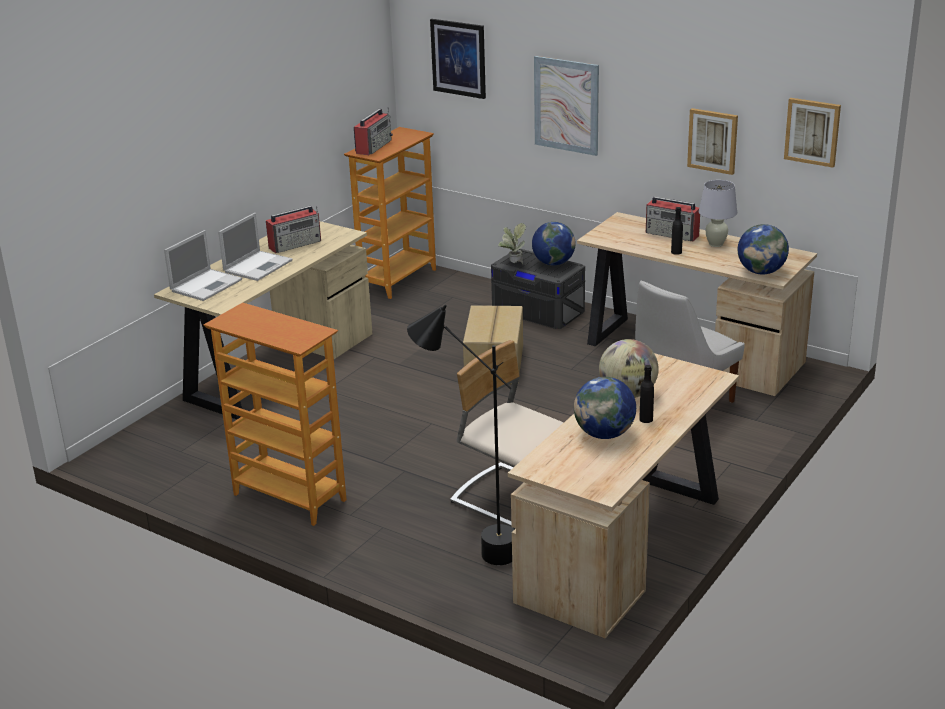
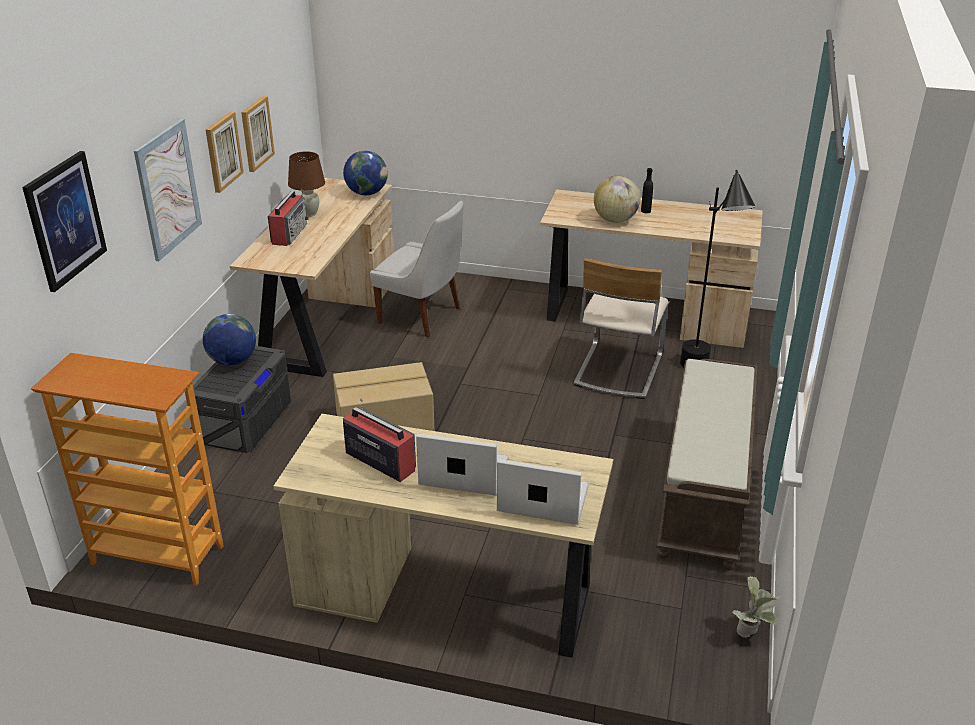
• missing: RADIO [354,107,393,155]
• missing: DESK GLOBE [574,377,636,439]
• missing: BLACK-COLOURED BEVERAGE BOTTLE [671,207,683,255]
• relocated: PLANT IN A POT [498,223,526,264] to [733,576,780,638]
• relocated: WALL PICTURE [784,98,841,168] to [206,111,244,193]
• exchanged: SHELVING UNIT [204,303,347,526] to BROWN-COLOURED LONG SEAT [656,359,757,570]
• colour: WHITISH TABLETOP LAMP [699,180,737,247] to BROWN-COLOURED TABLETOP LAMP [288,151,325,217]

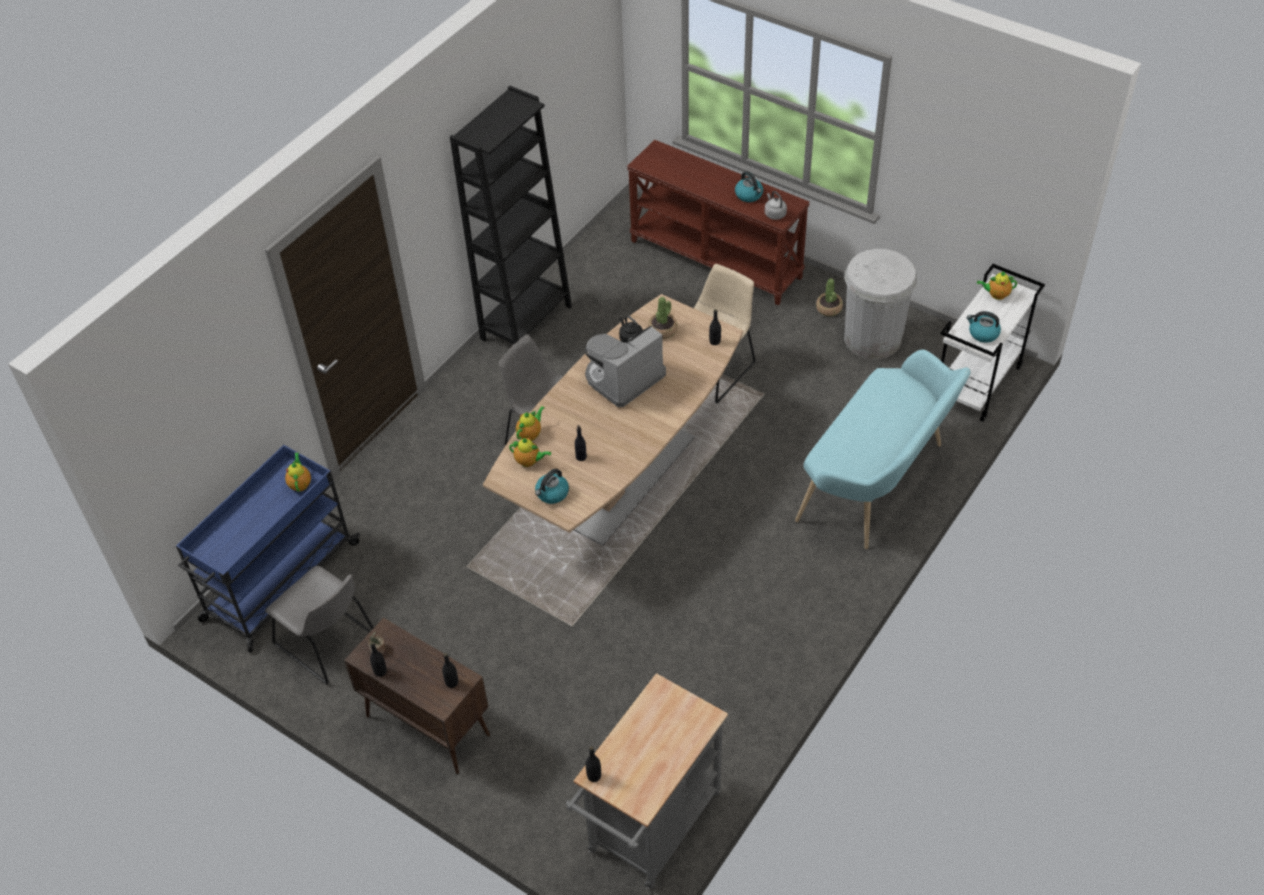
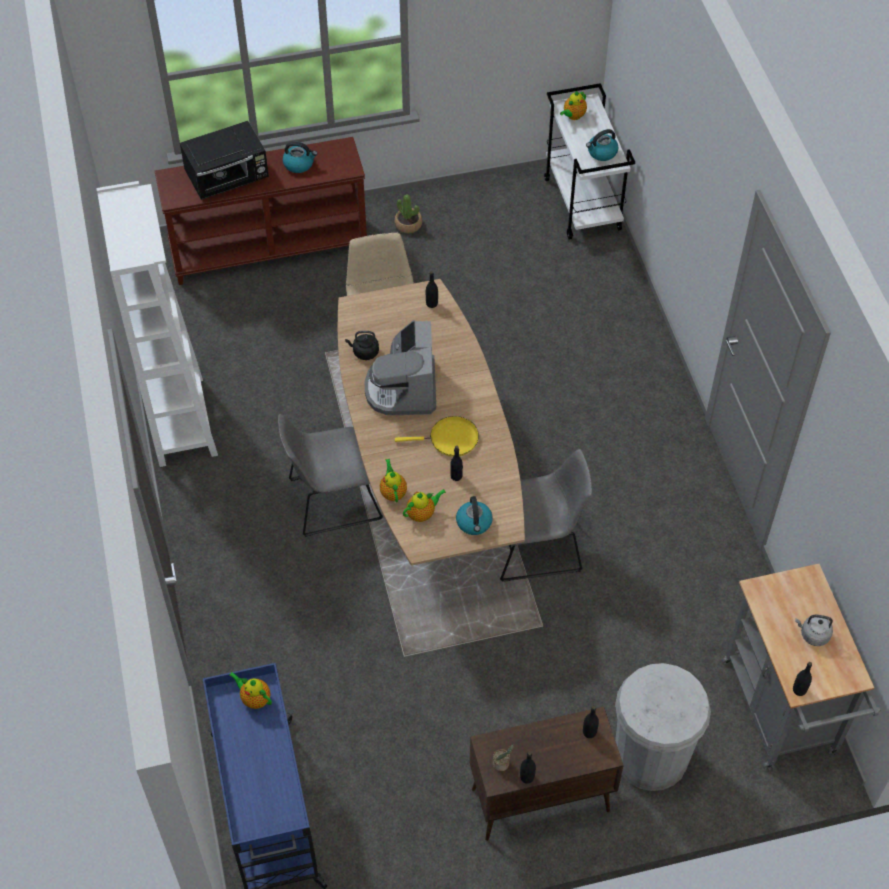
• missing: PLANT IN A POT [648,297,678,339]
• missing: TURQUOISE LONG SEAT [795,350,971,549]
• appeared: BLACK-COLOURED MICROWAVE OVEN [180,121,269,200]
• appeared: YELLOW-COLOURED SKILLET [395,416,479,457]
• relocated: GREY CHAIR [266,566,374,685] to [500,449,592,581]
• relocated: GREY KETTLE [765,191,787,220] to [795,615,833,646]
• relocated: WHITISH RUBBISH BIN [844,249,917,359] to [615,663,711,791]
• colour: BLACK-COLOURED SHELVING UNIT [450,86,572,344] to WHITISH SHELVING UNIT [96,181,218,467]

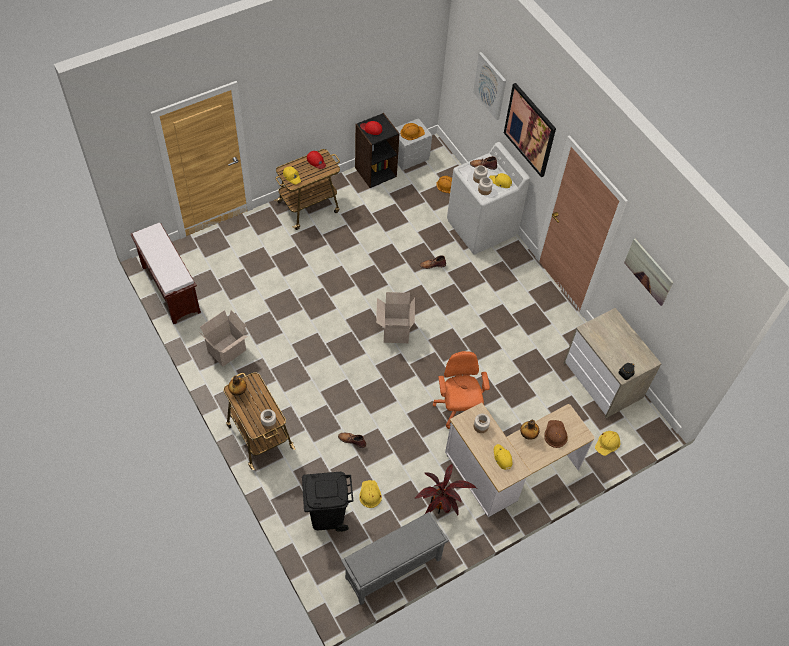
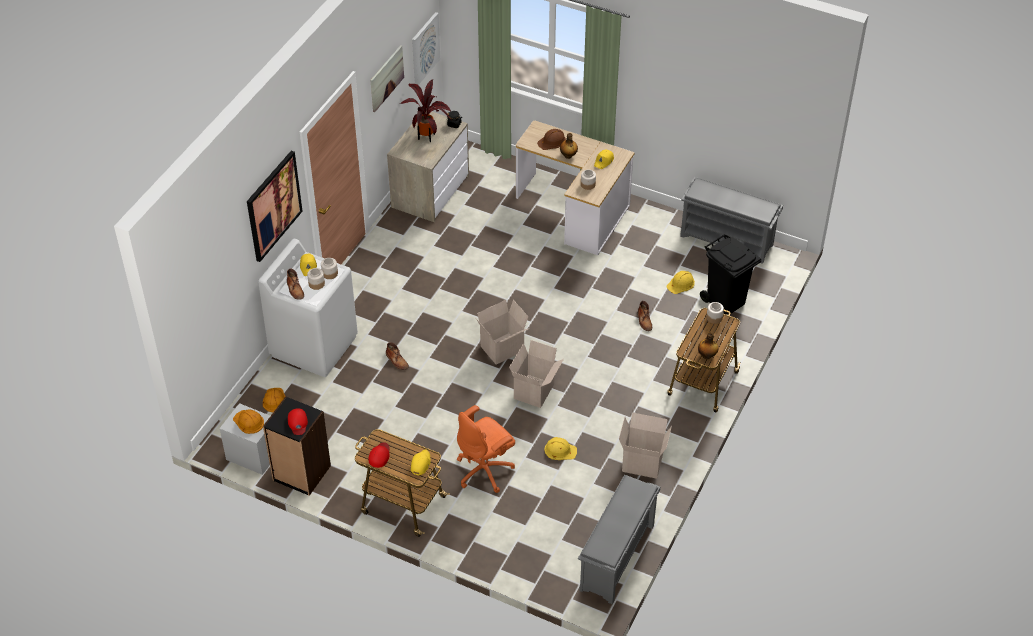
• appeared: CARDBOARD BOX [509,340,564,408]
• relocated: PLANT IN A POT [415,464,476,515] to [400,80,452,142]
• relocated: ORANGEY DESK CHAIR [433,351,490,429] to [457,405,515,493]
• relocated: WALL PICTURE [473,52,506,120] to [412,12,440,85]
• relocated: YELLOW-COLOURED HARD HAT [595,431,620,456] to [544,437,577,460]
• exchanged: BROWN-COLOURED LONG SEAT [131,223,201,324] to GREY SHOE STAND [578,475,660,604]

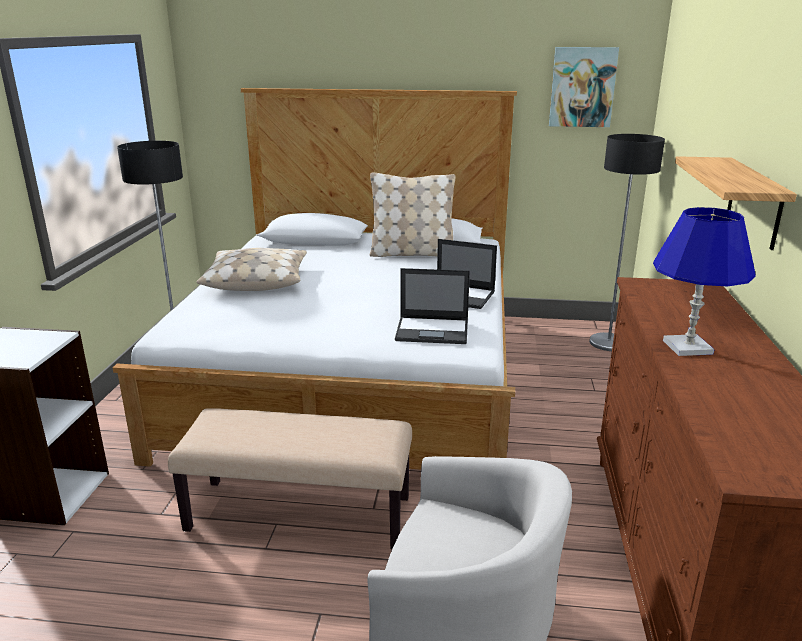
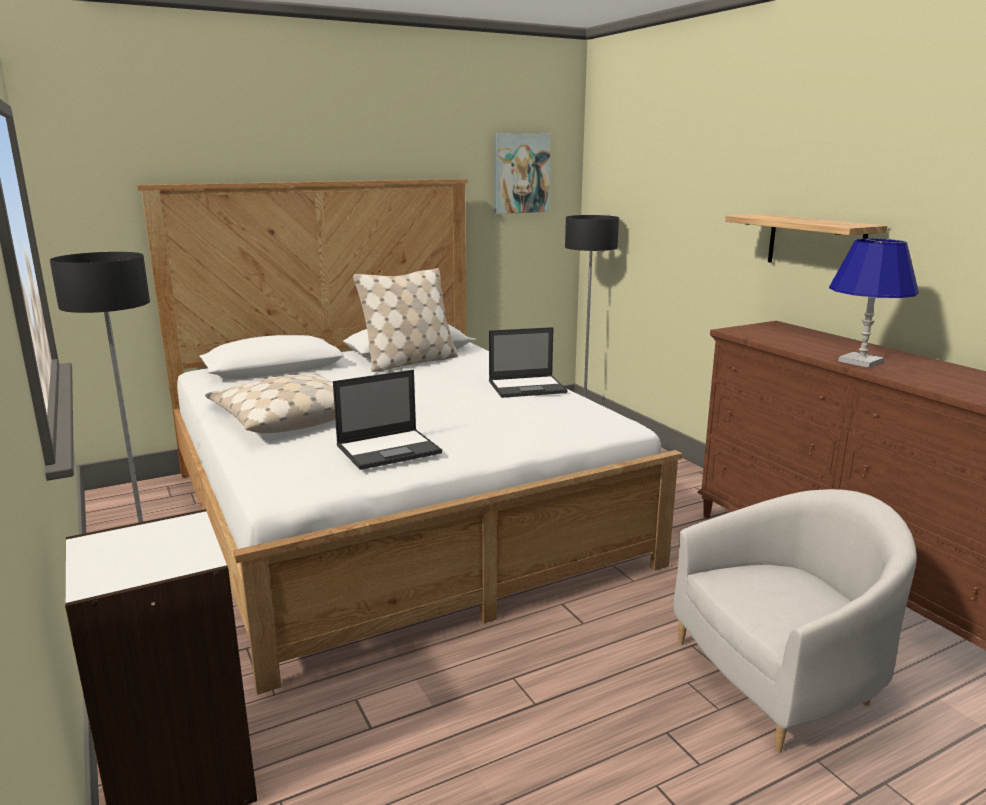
• missing: SAND-COLOURED LONG SEAT [168,408,412,549]
• relocated: PORTABLE COMPUTER [395,268,470,344] to [333,370,442,470]

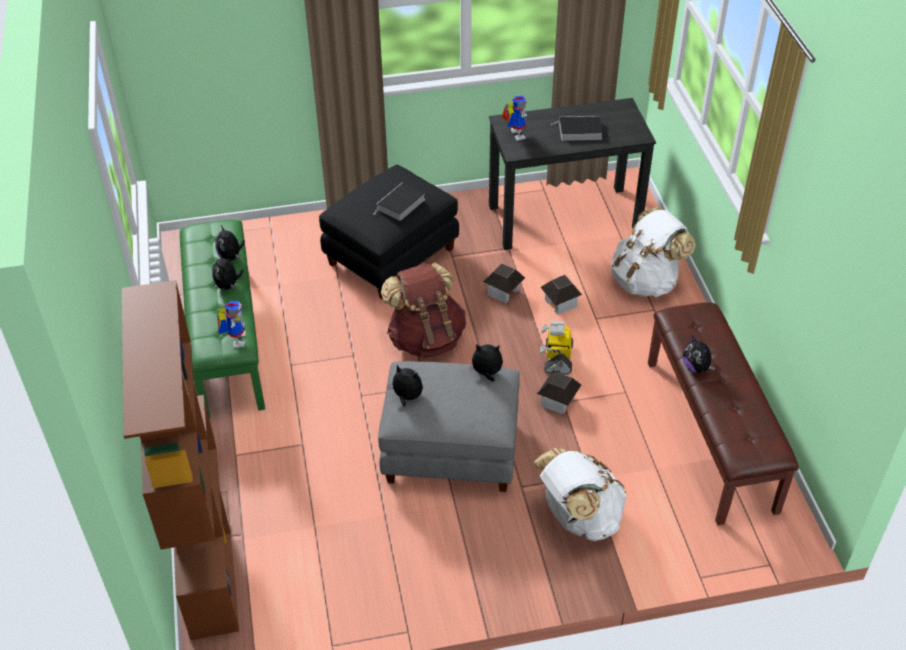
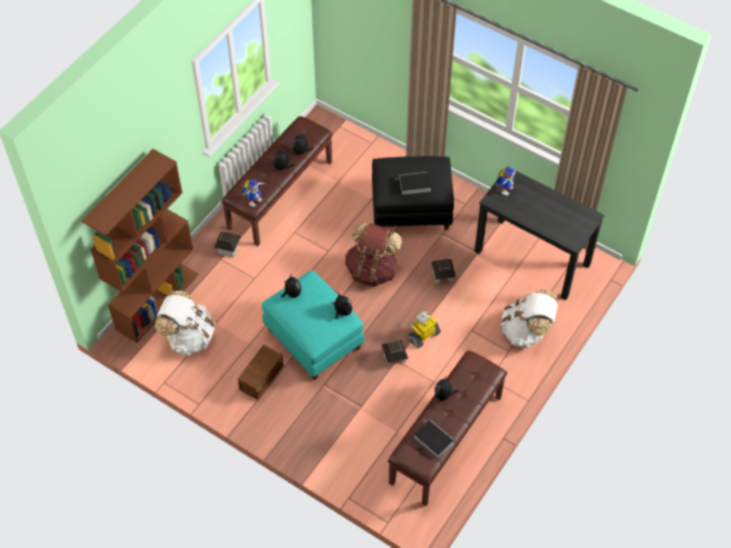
• appeared: BROWN-COLOURED STORAGE BIN [238,344,284,400]
• relocated: WHITISH BACKPACK [534,448,628,541] to [155,291,216,355]
• relocated: MODEL HOUSE [541,275,582,315] to [214,232,241,257]
• relocated: VOLUME [551,116,603,141] to [414,420,454,458]
• colour: GREENISH LONG SEAT [180,219,265,418] to BROWN-COLOURED LONG SEAT [222,116,333,246]
• colour: GREY POUFFE [378,361,520,492] to TURQUOISE POUFFE [262,270,364,380]

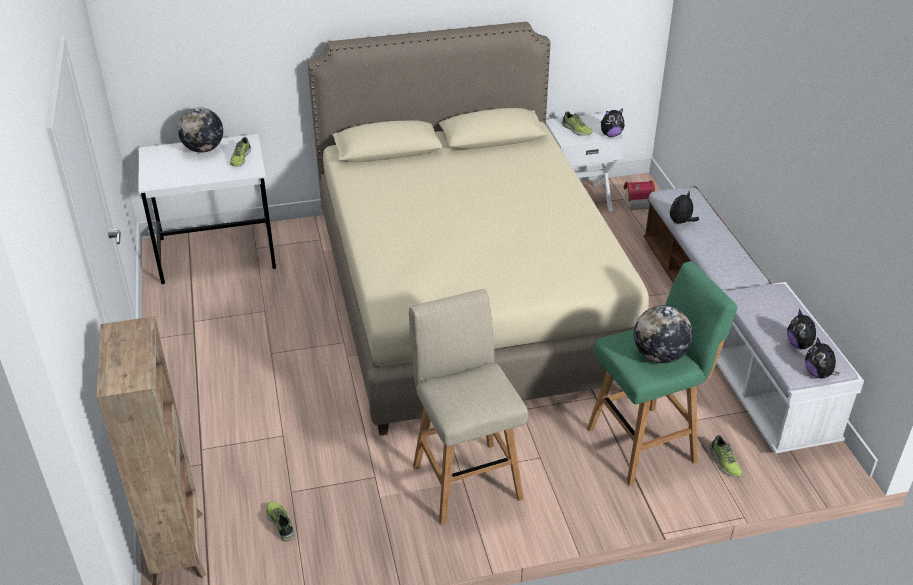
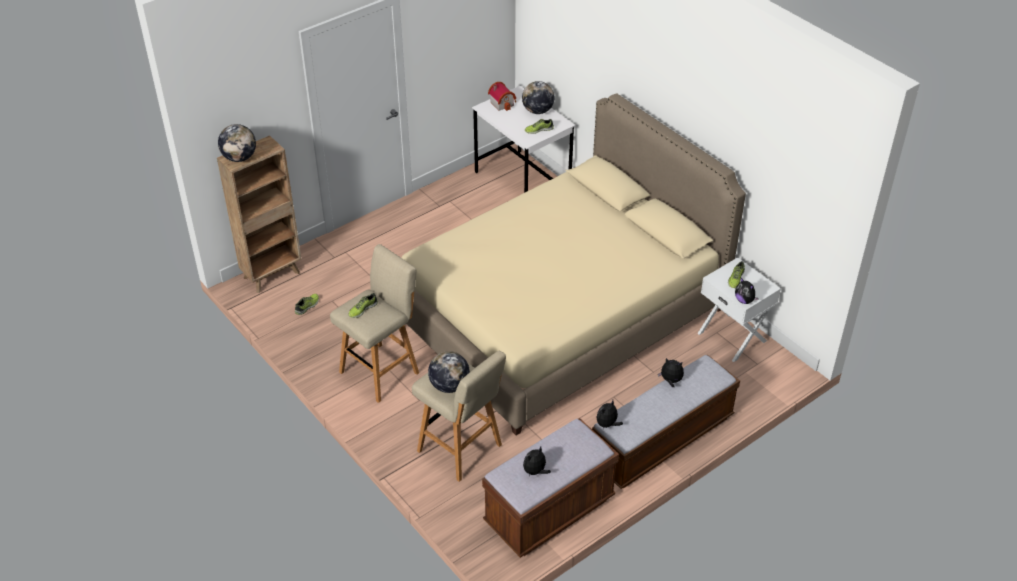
• appeared: DESK GLOBE [218,124,256,162]
• relocated: MODEL HOUSE [624,180,655,210] to [488,82,516,111]
• relocated: SHOE [710,435,742,477] to [349,293,378,318]
• relocated: SOFT TOY [805,337,839,379] to [596,400,623,428]
• colour: GREENISH STOOL SEAT [587,261,737,486] to SAND-COLOURED STOOL SEAT [412,351,506,482]
• colour: WHITISH LONG SEAT [716,282,864,454] to BROWN-COLOURED LONG SEAT [482,418,619,558]

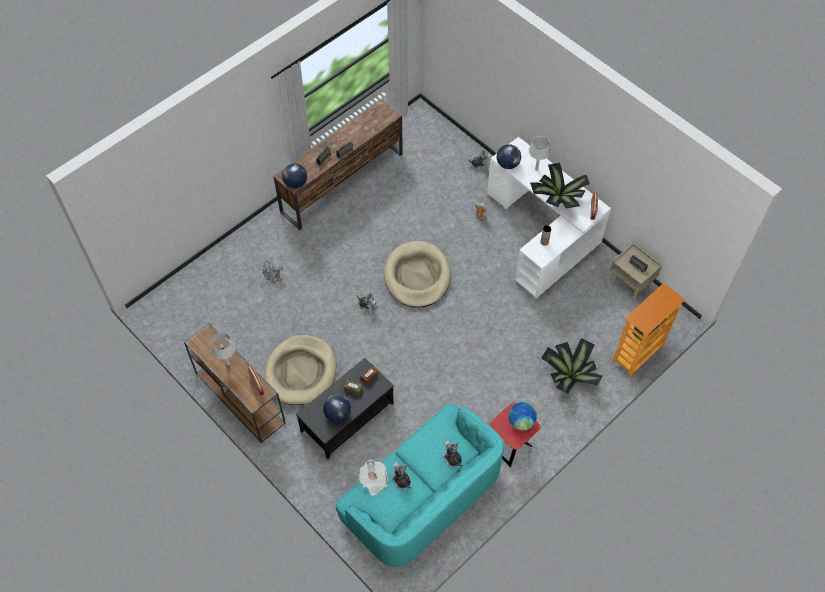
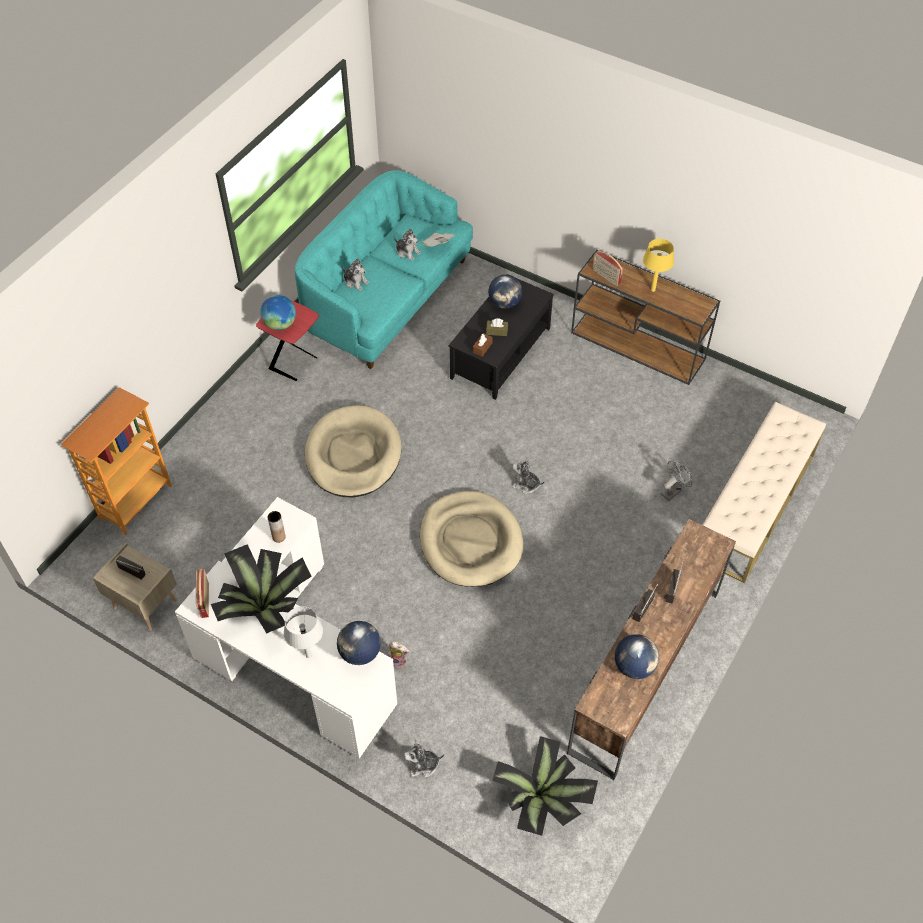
• appeared: SAND-COLOURED LONG SEAT [703,402,826,583]
• relocated: SAND-COLOURED PET BED [264,335,336,405] to [305,405,401,497]
• relocated: DESK GLOBE [282,163,307,189] to [615,634,659,679]
• relocated: PLANT IN A POT [541,338,603,394] to [492,736,598,836]
• colour: GREY TABLETOP LAMP [211,333,236,365] to YELLOW-COLOURED TABLETOP LAMP [643,239,674,292]

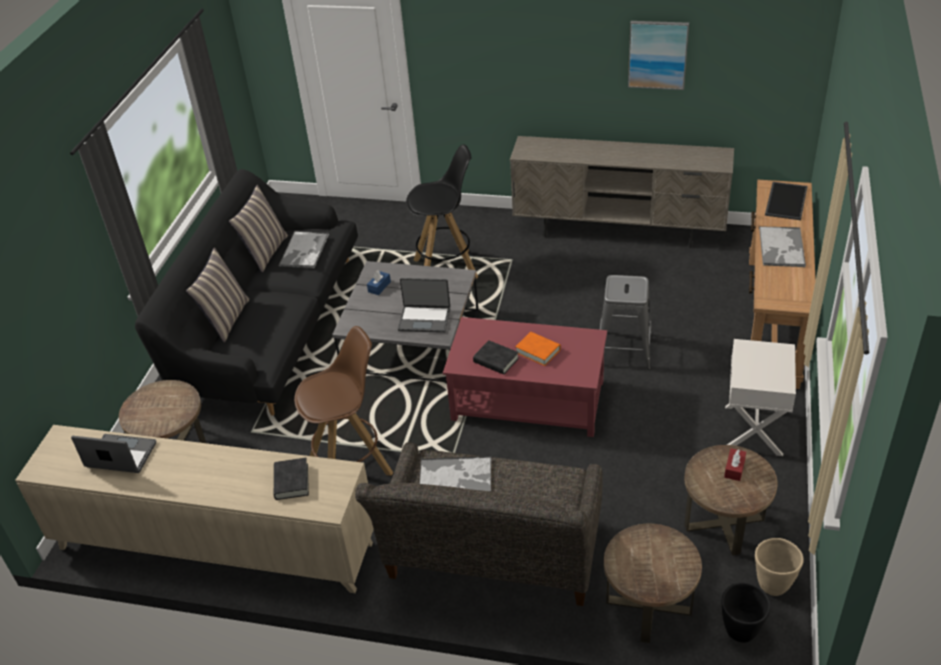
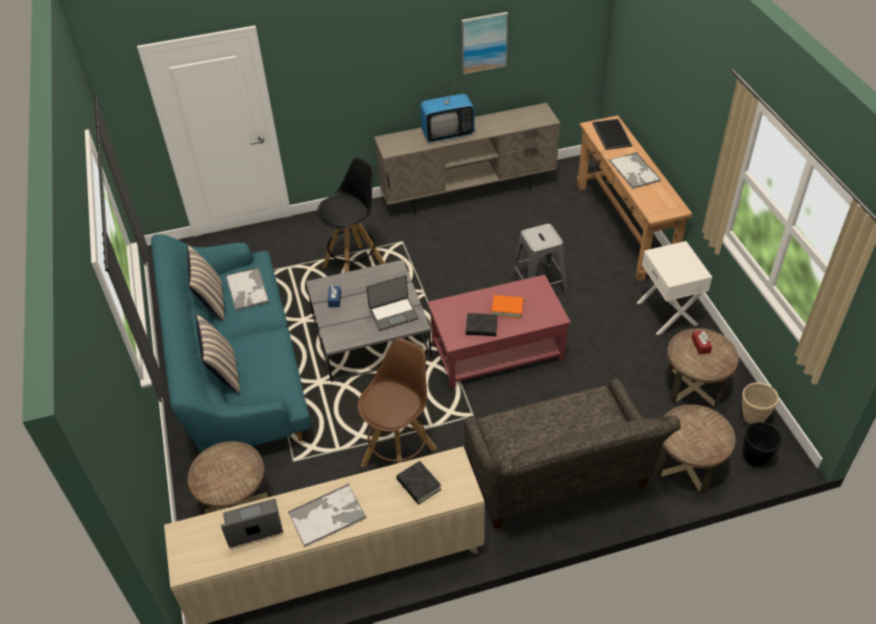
• appeared: TV SET [420,79,474,142]
• relocated: CARRYING TRAY [419,456,492,492] to [288,484,367,547]
• colour: BLACK-COLOURED COUCH [135,169,358,416] to TURQUOISE COUCH [151,234,311,453]

